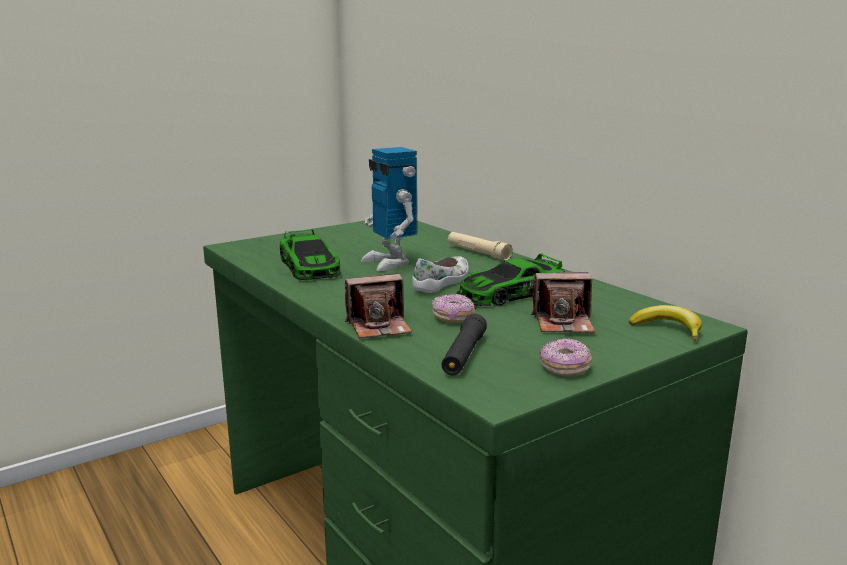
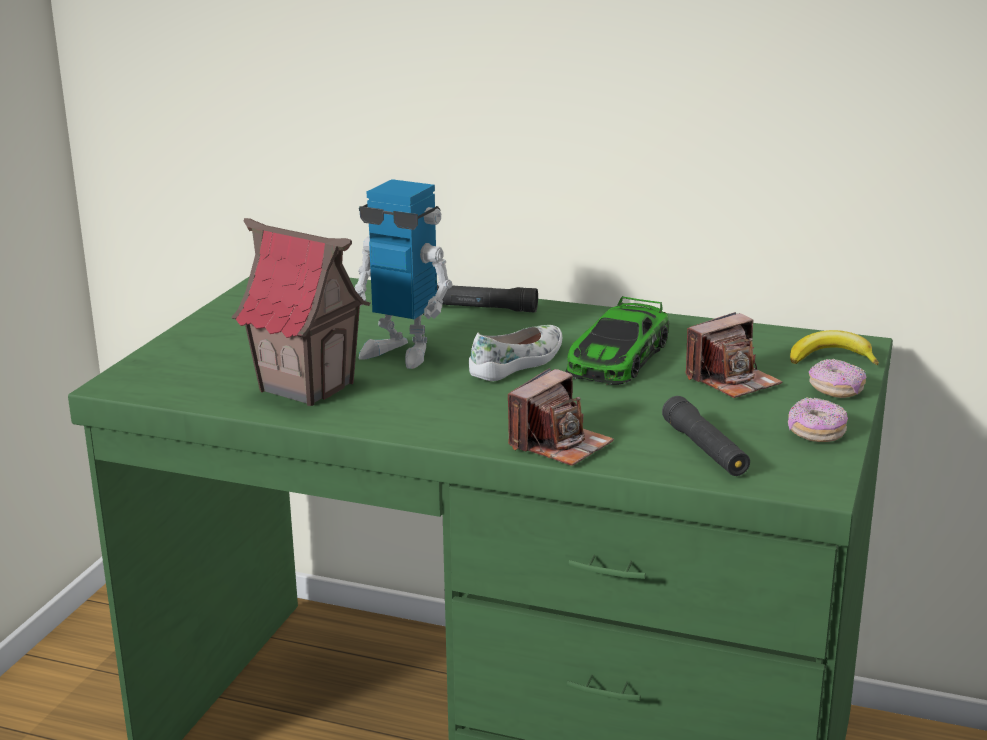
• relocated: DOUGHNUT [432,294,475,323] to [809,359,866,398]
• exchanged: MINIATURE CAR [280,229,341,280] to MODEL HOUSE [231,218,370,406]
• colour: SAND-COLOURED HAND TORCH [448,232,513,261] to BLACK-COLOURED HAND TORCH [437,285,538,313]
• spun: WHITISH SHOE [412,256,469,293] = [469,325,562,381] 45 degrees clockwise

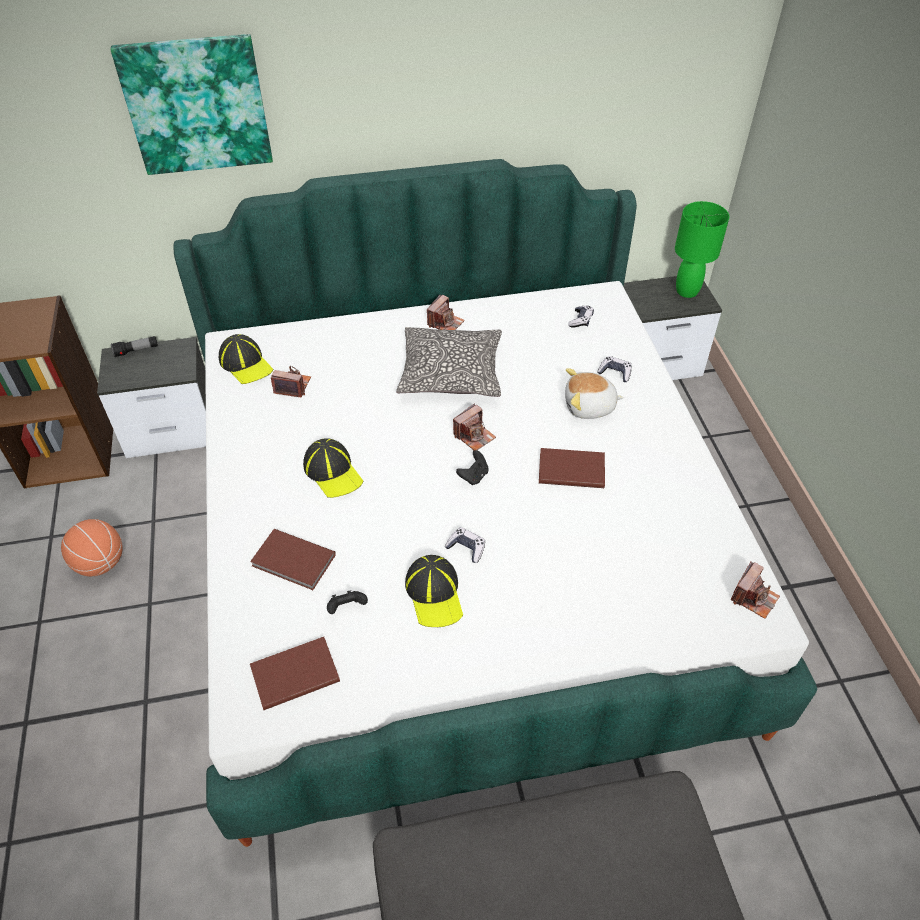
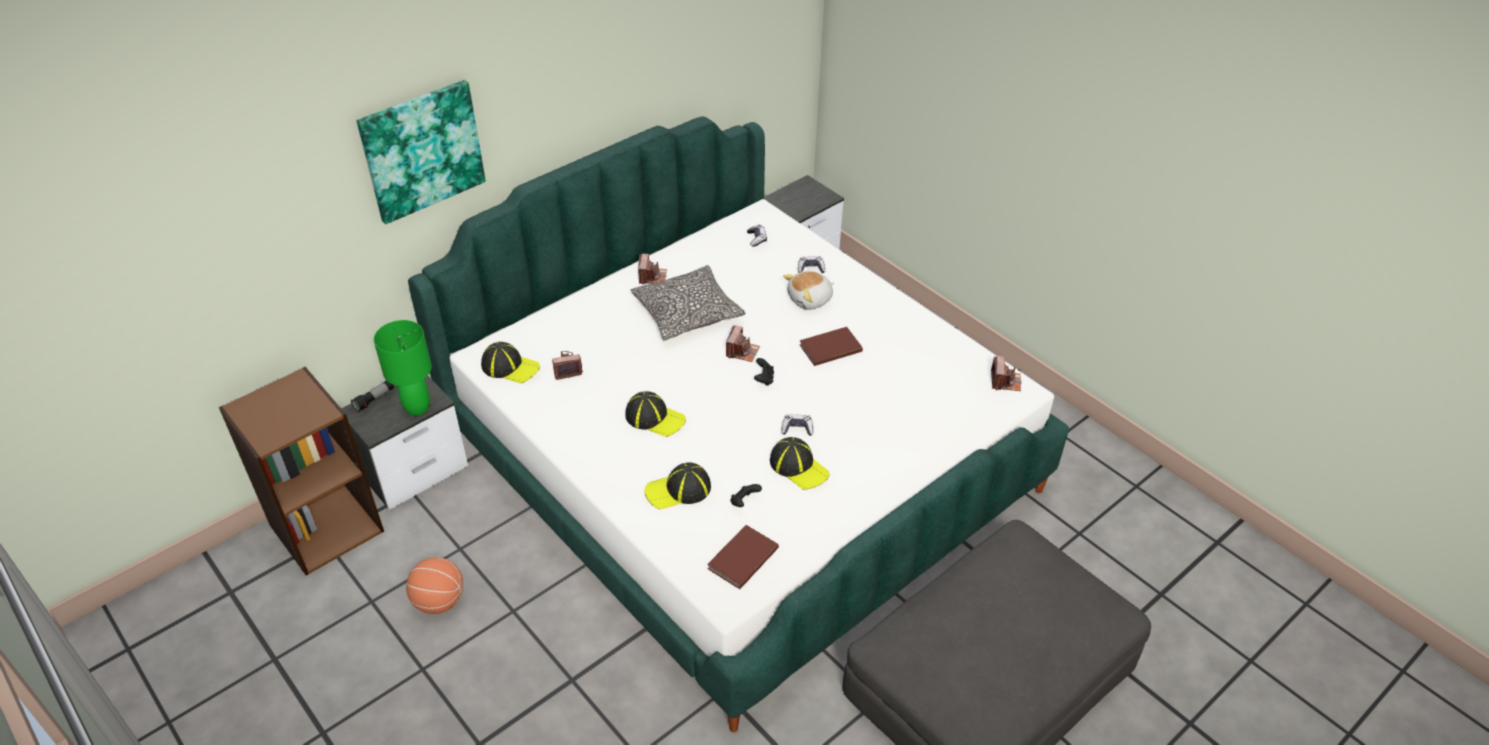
• relocated: GREENISH TABLETOP LAMP [675,201,729,298] to [374,320,432,416]
• exchanged: BROWN-COLOURED VOLUME [250,529,336,590] to PEAKED CAP [645,462,711,510]

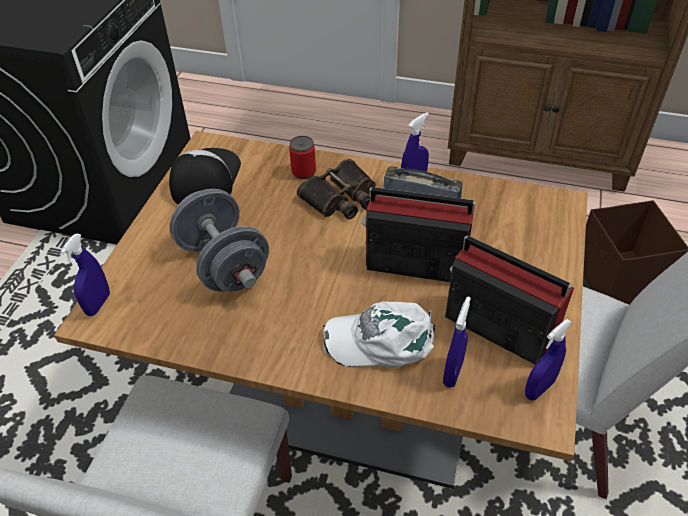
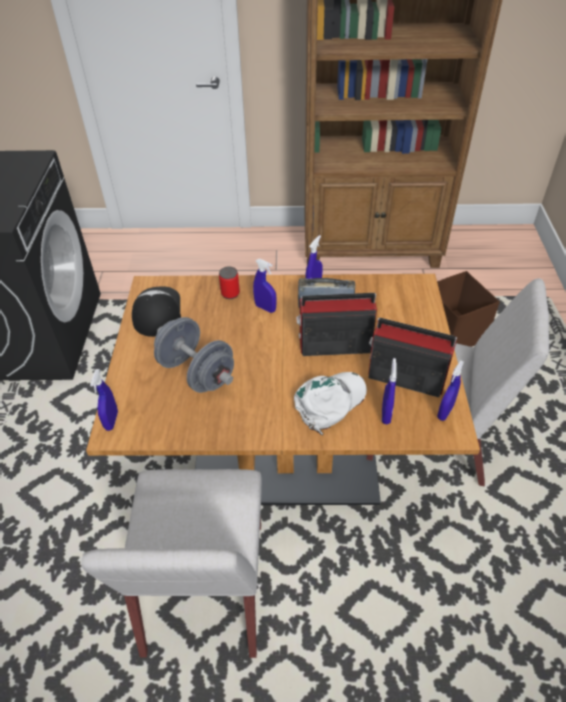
• exchanged: BINOCULARS [297,159,376,220] to BLUE HAND SPRAYER [253,259,277,313]
• spun: WHITISH PEAKED CAP [323,302,435,368] = [294,372,367,435] 150 degrees clockwise

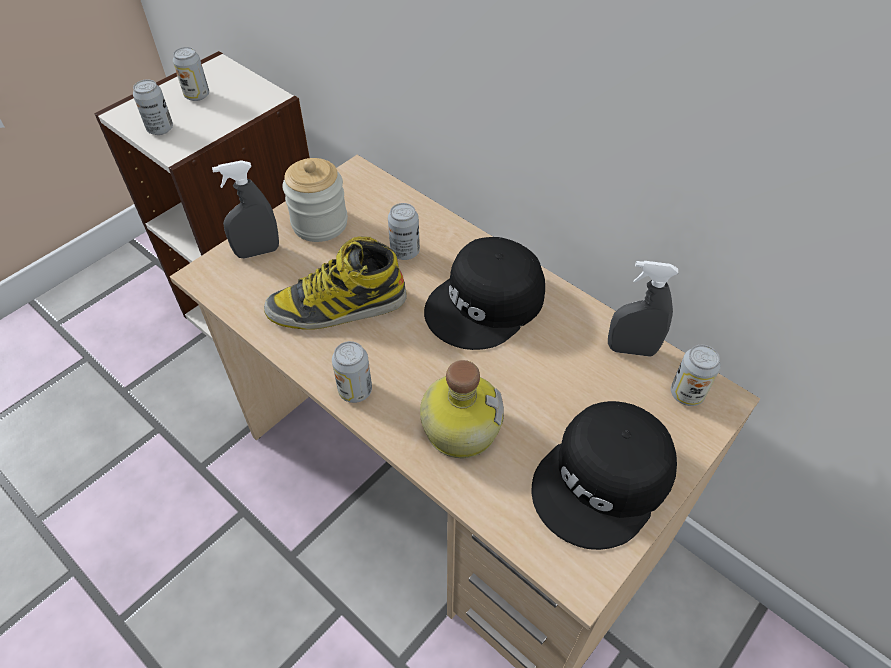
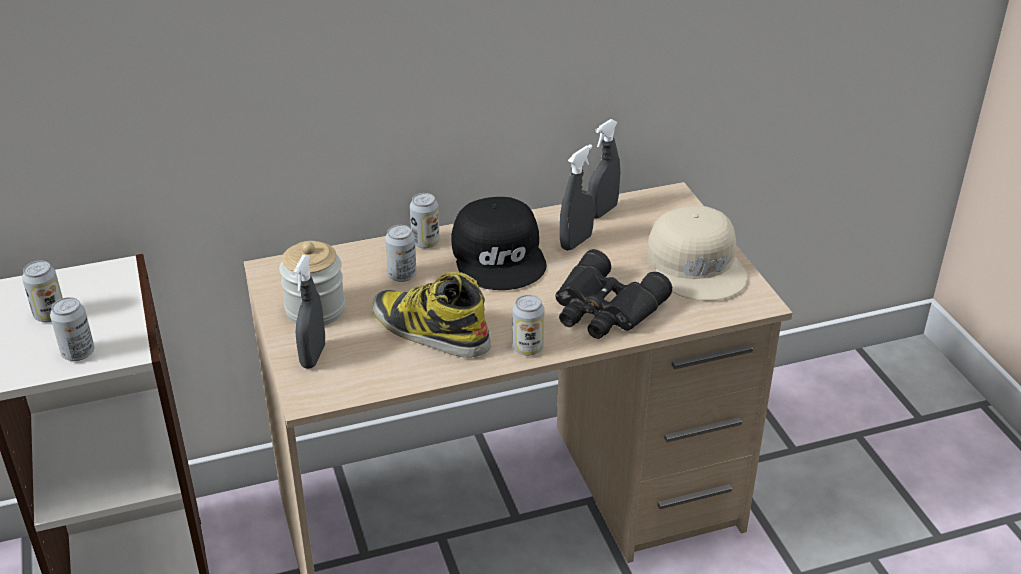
• appeared: GREY HAND SPRAYER [560,144,594,251]
• relocated: CAN [671,345,721,406] to [410,193,440,248]
• exchanged: BEVERAGE BOTTLE [420,360,504,458] to BLACK-COLOURED BINOCULARS [555,249,672,339]
• colour: BLACK-COLOURED PEAKED CAP [532,401,677,550] to SAND-COLOURED PEAKED CAP [647,206,748,301]
• spun: HIGH-TOP BOOT [264,236,407,330] = [372,272,491,358] 105 degrees clockwise

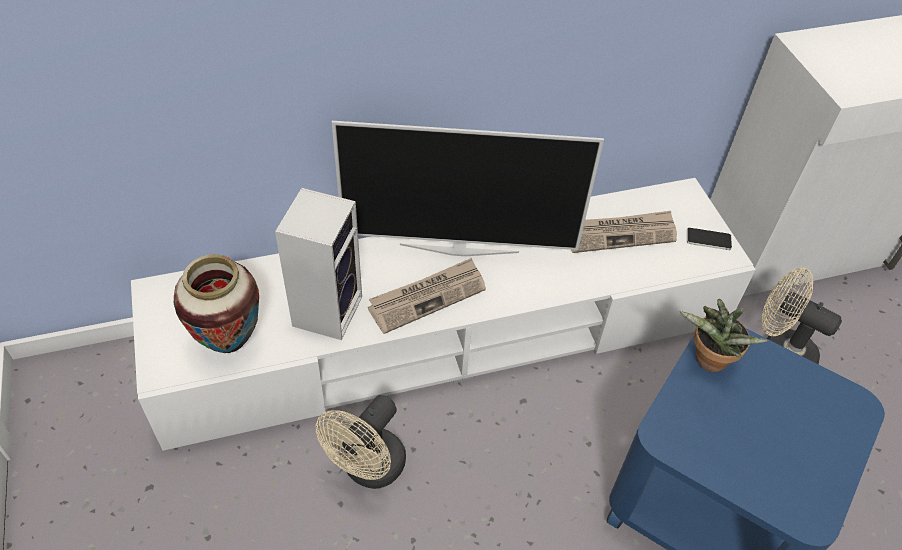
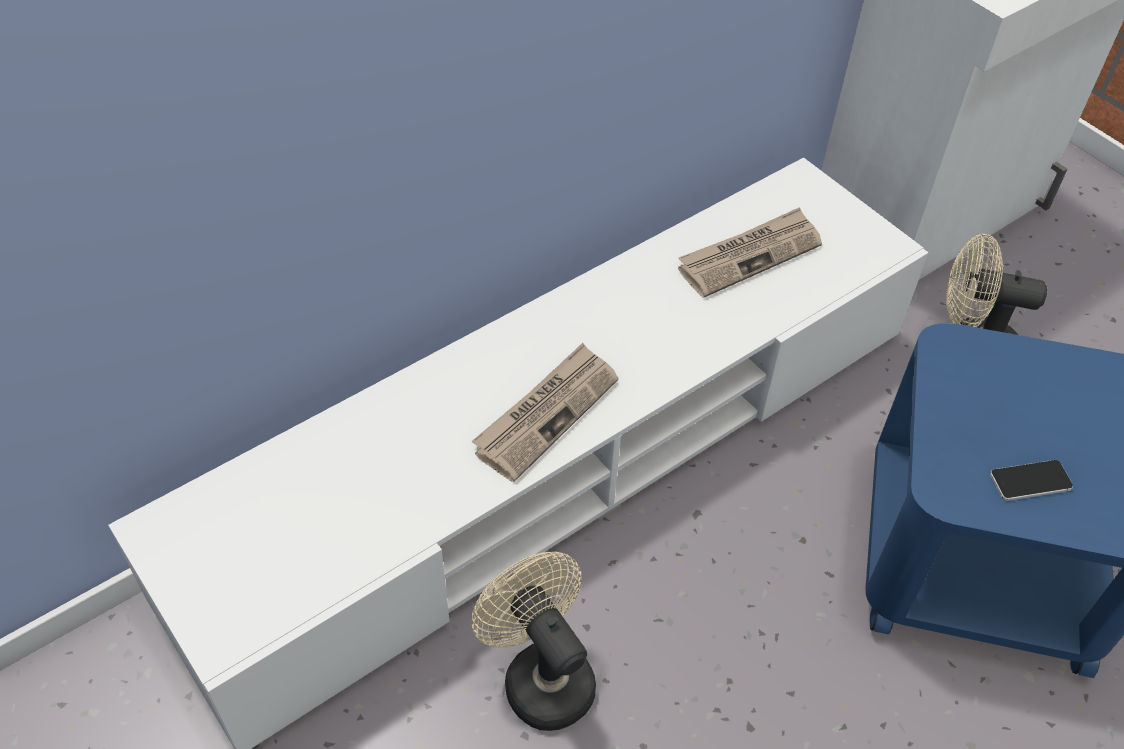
• missing: FLOWER VASE [174,254,259,353]
• missing: SPEAKER [275,188,362,340]
• missing: TV SET [332,121,604,256]
• missing: PLANT IN A POT [679,299,768,372]
• relocated: PHONE [687,228,732,250] to [990,460,1073,501]
• spun: SAND-COLOURED COOLING FAN [315,395,406,489] = [471,552,596,731] 135 degrees clockwise

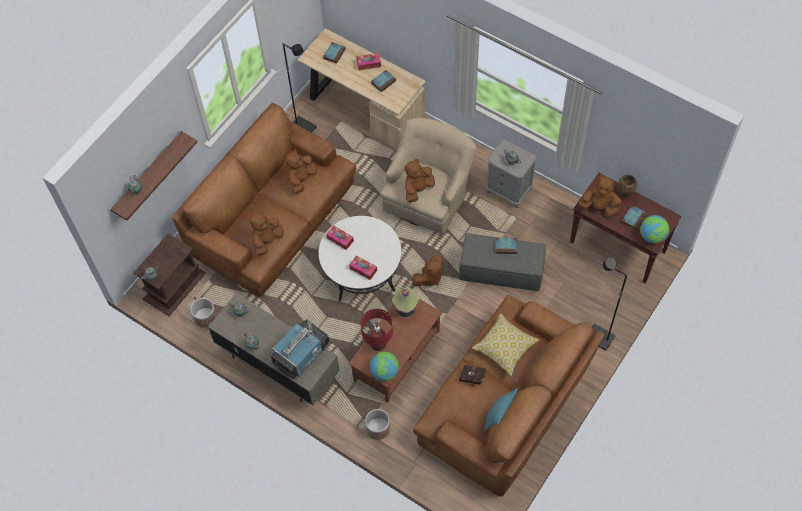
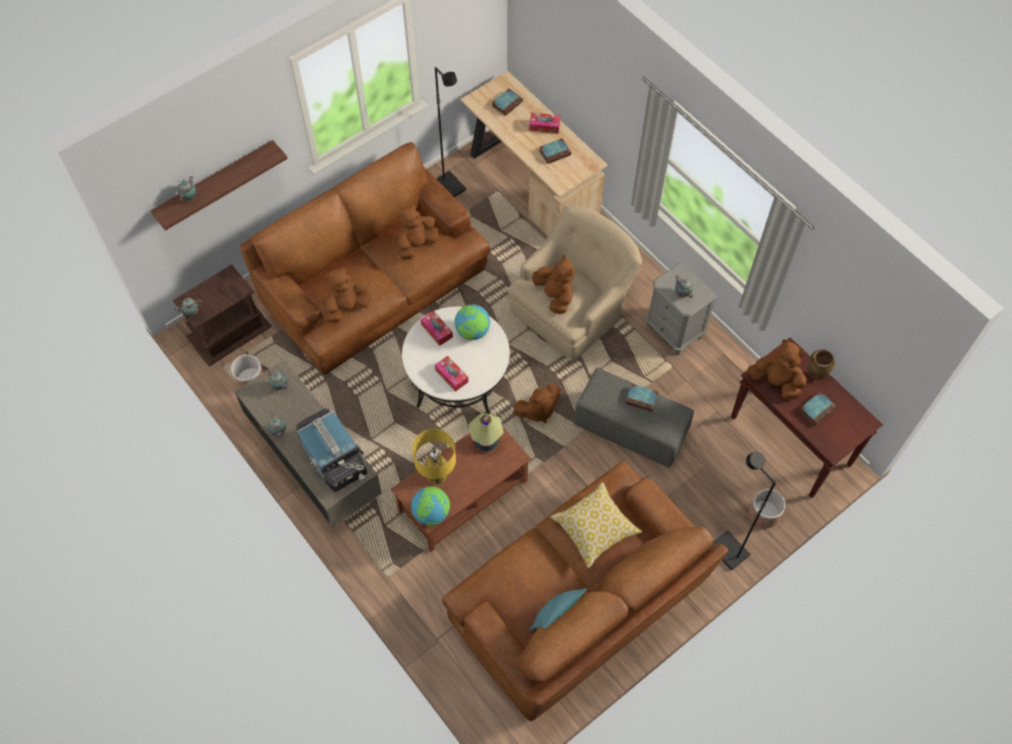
• missing: RED VOLUME [459,365,487,385]
• relocated: PLANTER [365,409,390,440] to [749,489,785,528]
• relocated: DESK GLOBE [640,215,669,244] to [454,305,490,340]
• colour: RED TABLETOP LAMP [360,309,393,351] to YELLOW-COLOURED TABLETOP LAMP [412,429,456,484]
• spun: TV SET [270,319,329,379] = [296,408,367,493] 90 degrees clockwise
• spun: BROWN-COLOURED SOFT TOY [404,159,435,203] = [532,255,575,314] 90 degrees clockwise

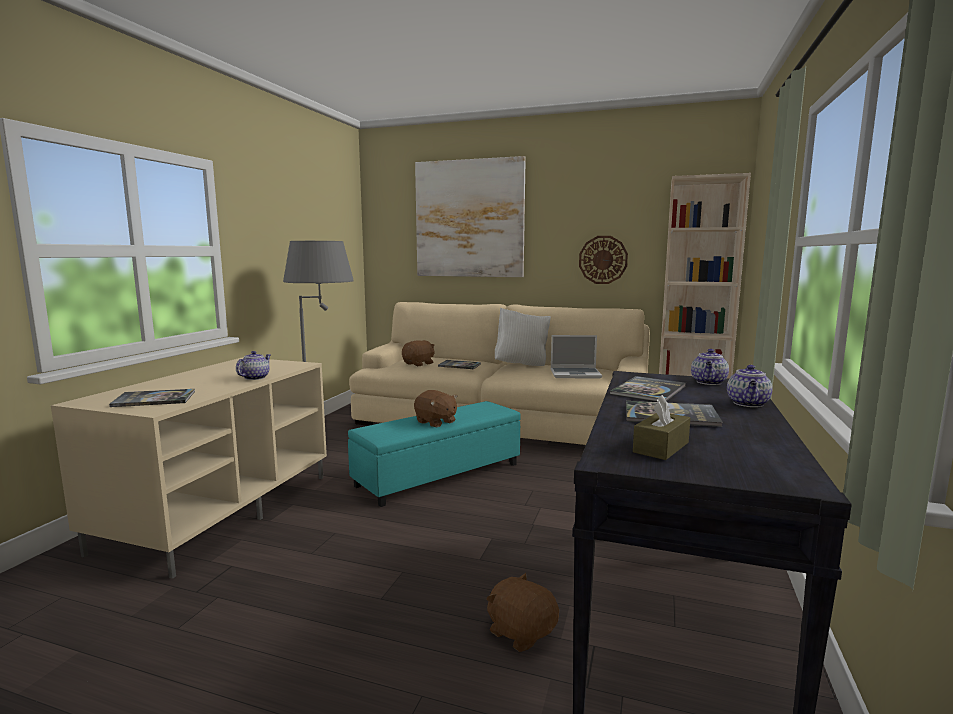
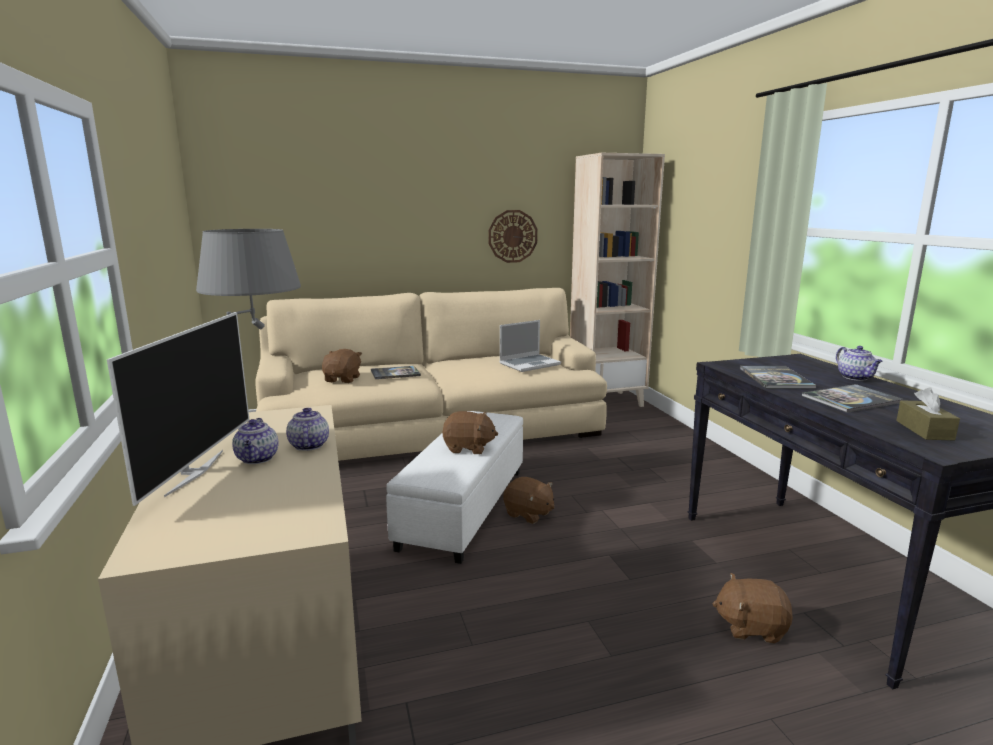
• missing: VOLUME [109,389,195,407]
• missing: WALL PICTURE [415,156,526,277]
• missing: WHITISH CUSHION [495,308,551,366]
• appeared: TV SET [107,312,250,506]
• appeared: BROWN-COLOURED SOFT TOY [503,477,555,524]
• relocated: TEAPOT [691,349,729,385] to [232,418,279,464]
• colour: TURQUOISE POUFFE [348,401,521,507] to WHITISH POUFFE [386,411,523,564]

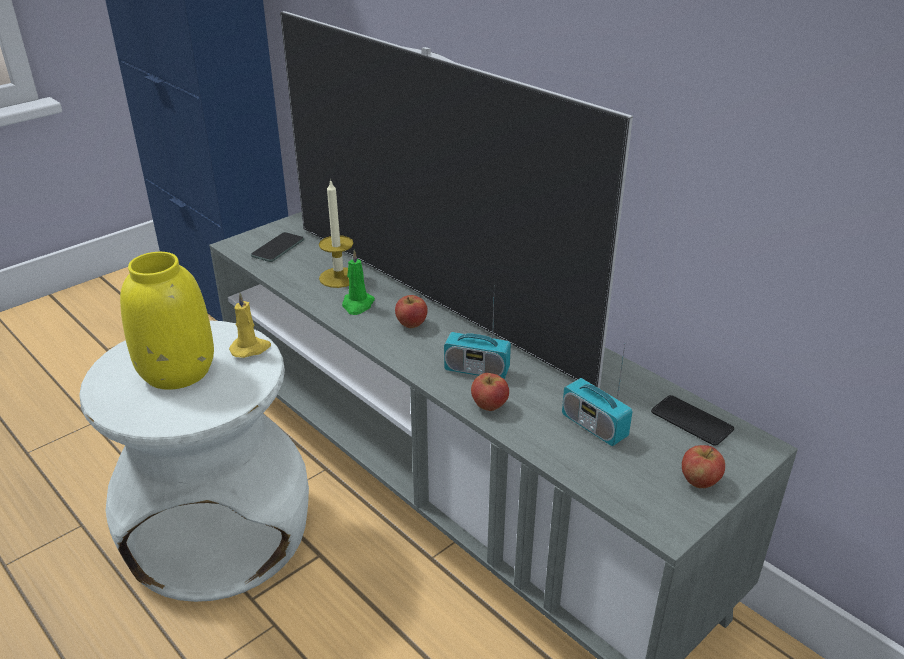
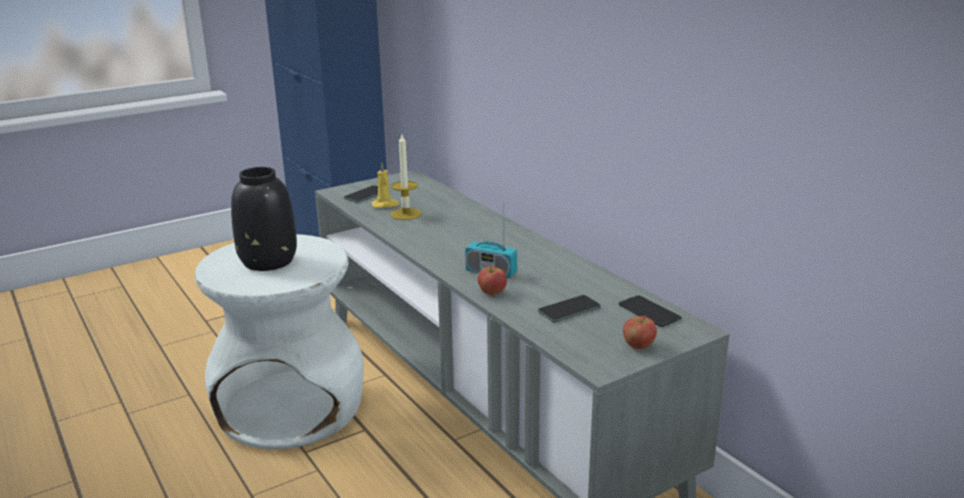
• missing: TV SET [280,11,633,389]
• missing: GREENISH WAX LIGHT [342,250,375,315]
• missing: APPLE [395,295,428,328]
• relocated: YELLOW-COLOURED WAX LIGHT [229,293,271,358] to [372,162,400,208]
• exchanged: RADIO [562,345,633,446] to PHONE [538,295,601,322]
• colour: YELLOW-COLOURED FLOWER VASE [120,252,214,390] to BLACK-COLOURED FLOWER VASE [231,167,297,271]

